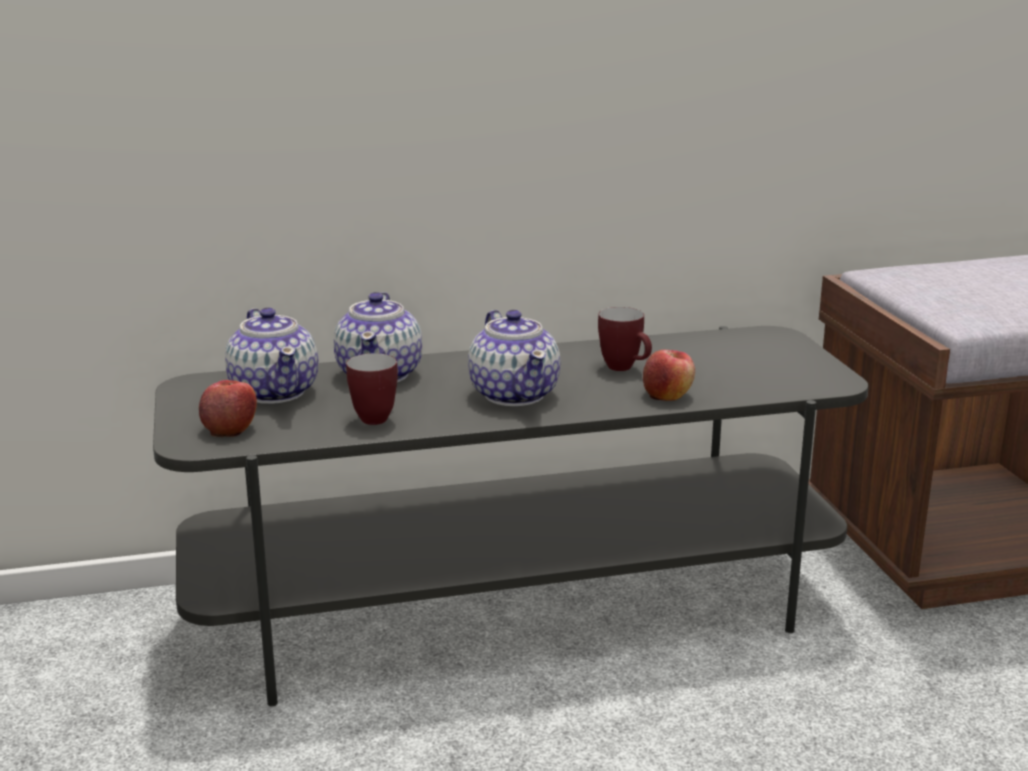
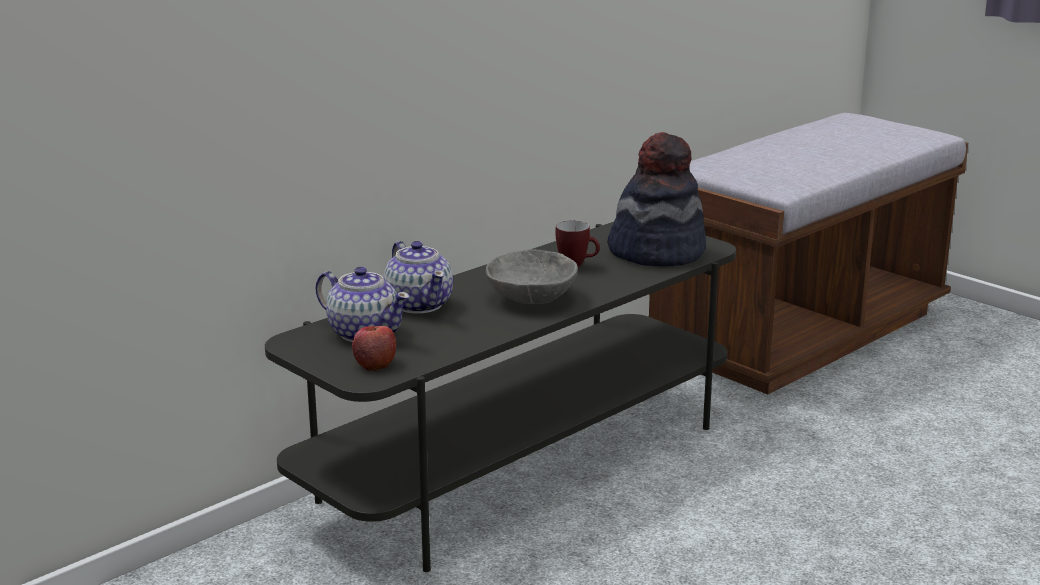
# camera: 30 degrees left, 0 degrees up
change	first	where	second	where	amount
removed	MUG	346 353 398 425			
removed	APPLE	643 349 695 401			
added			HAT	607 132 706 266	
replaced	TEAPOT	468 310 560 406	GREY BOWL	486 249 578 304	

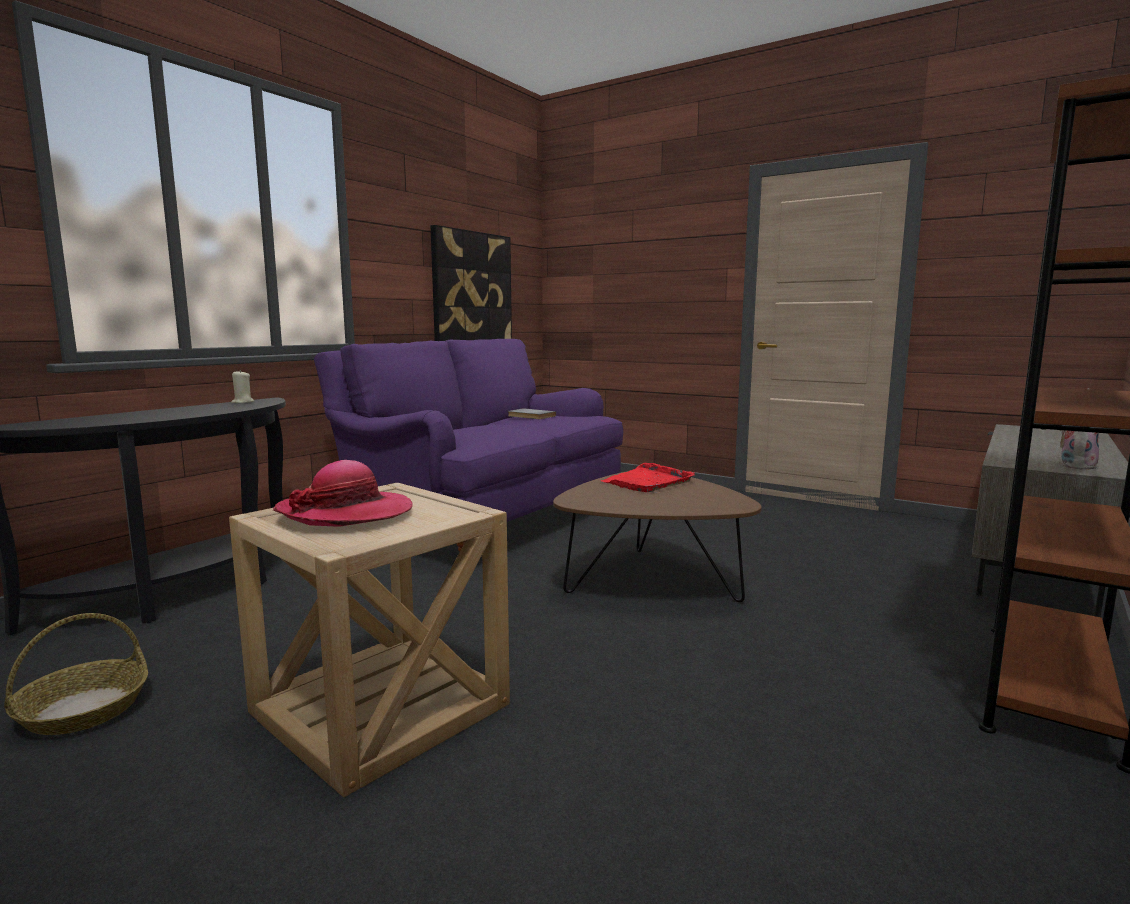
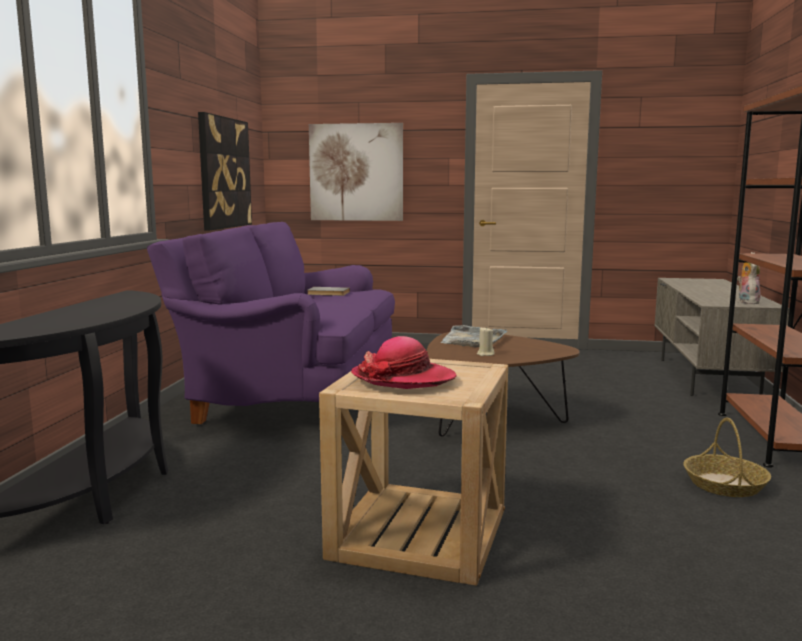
# camera: 25 degrees left, 0 degrees up
change	first	where	second	where	amount
added			PICTURE	309 123 403 221	
moved	BASKET	4 613 148 735		683 418 771 497	
moved	BEIGE CANDLE	231 370 254 403		477 327 495 356	
recoloured	RED TRAY	601 463 695 492	GREY TRAY	441 325 507 347	

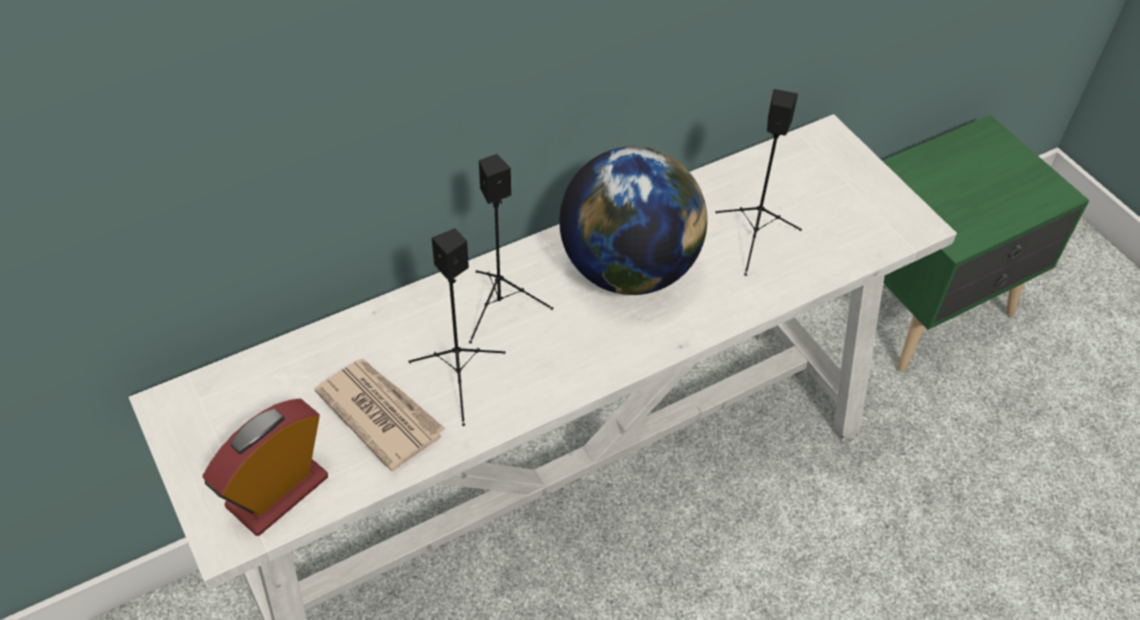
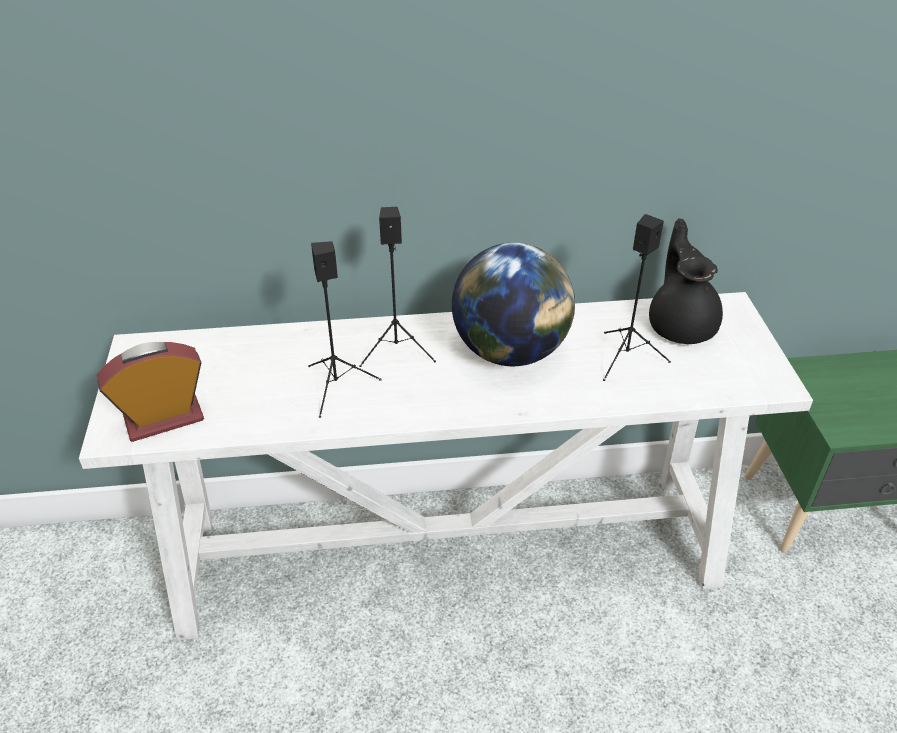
# camera: 25 degrees right, 10 degrees down
change	first	where	second	where	amount
removed	NEWSPAPER	315 359 446 472			
added			BLACK TEAPOT	649 219 723 344	

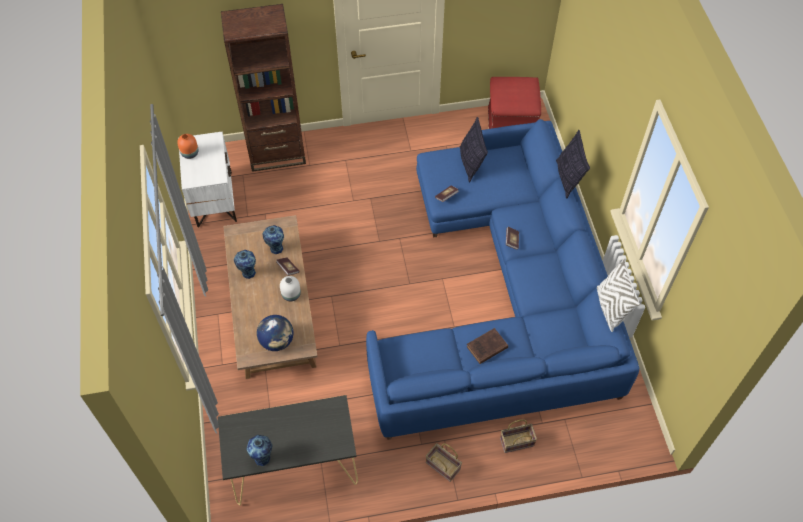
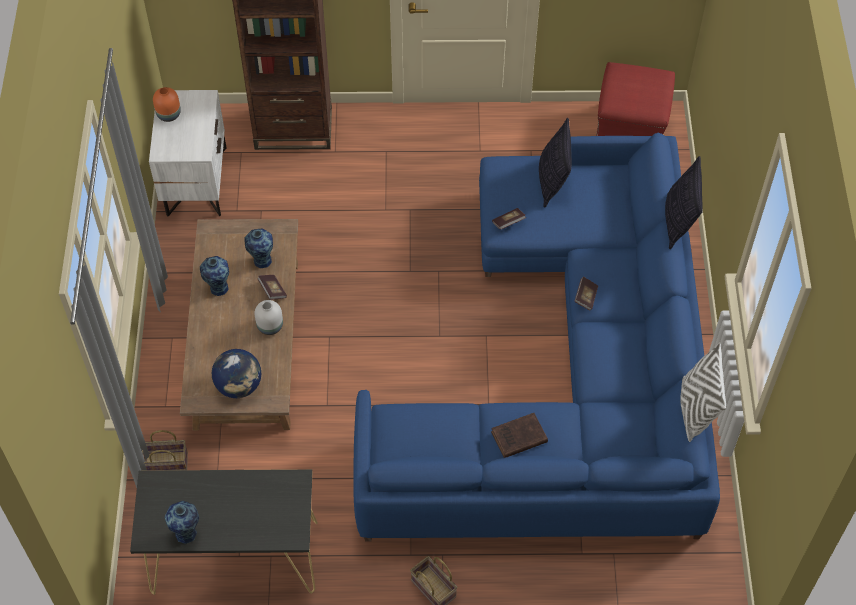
# camera: 10 degrees right, 0 degrees up
change	first	where	second	where	amount
moved	BASKET	500 419 537 453		142 430 188 470	

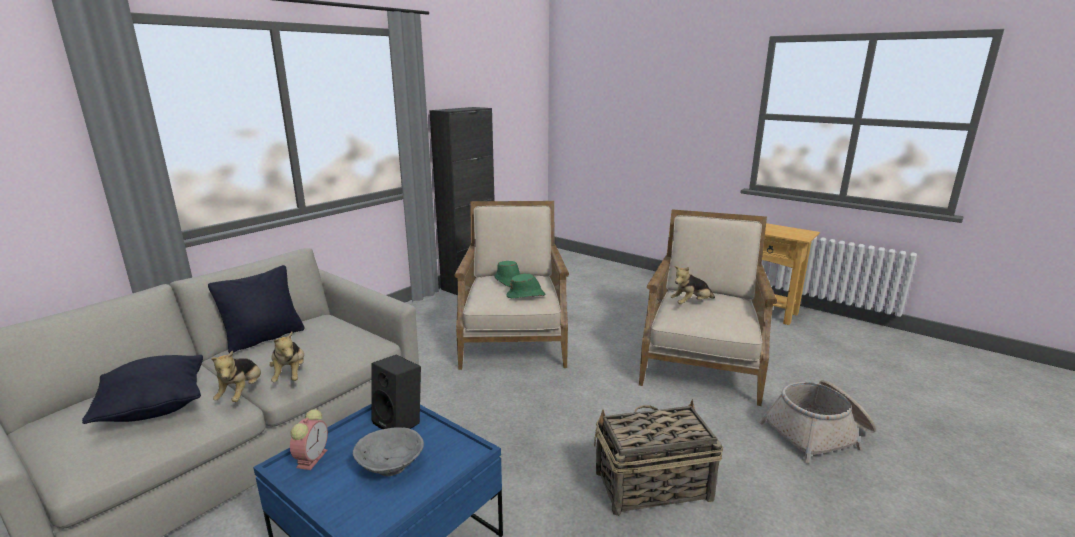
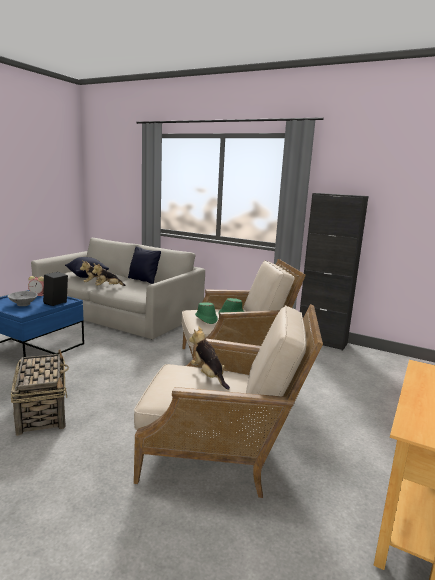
# camera: 80 degrees right, 5 degrees down
change	first	where	second	where	amount
removed	BASKET	759 380 876 463			

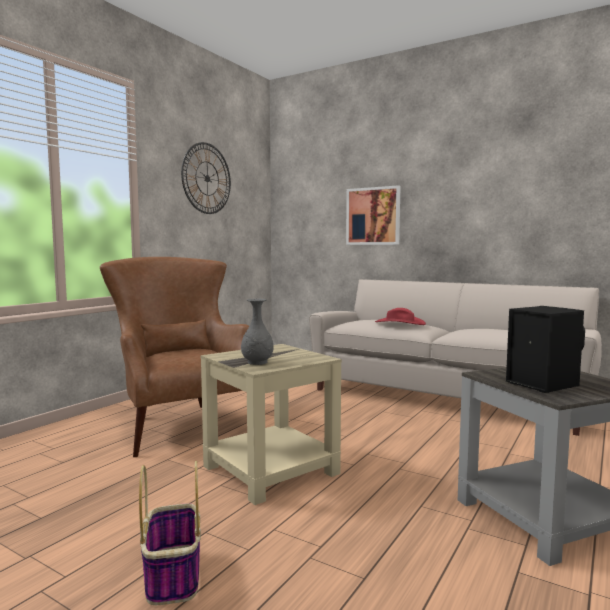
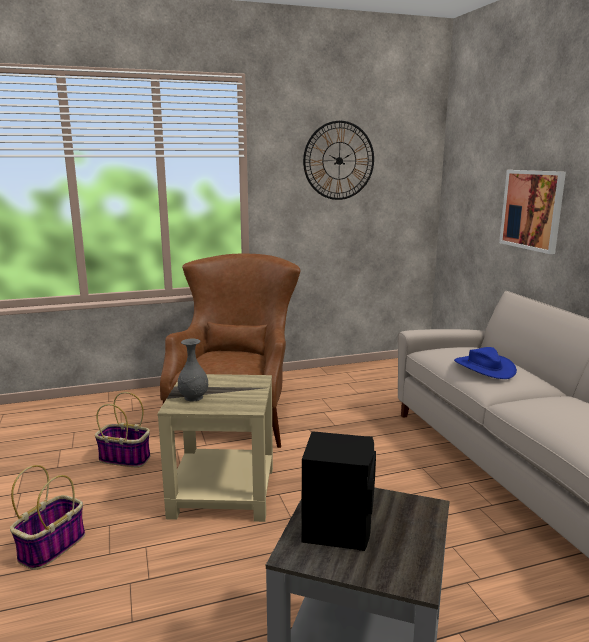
# camera: 40 degrees right, 10 degrees up
change	first	where	second	where	amount
added			BASKET	95 392 150 467	
recoloured	RED HAT	375 308 426 325	BLUE HAT	454 347 517 379	

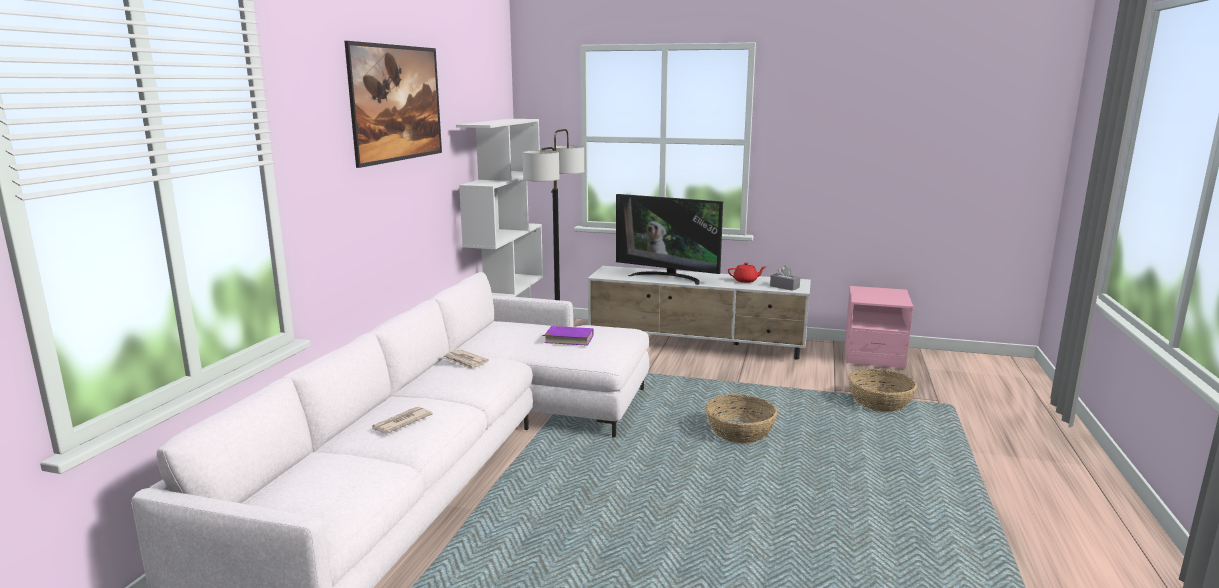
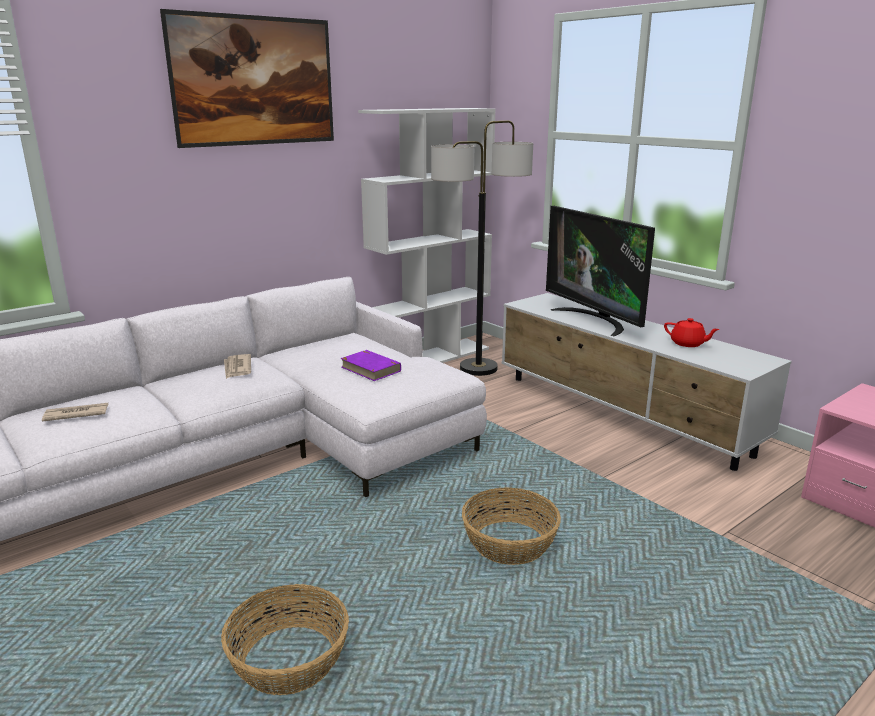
# camera: 35 degrees right, 5 degrees up
change	first	where	second	where	amount
removed	GREY TISSUE BOX	770 266 800 291			
moved	BASKET	848 369 917 412		221 584 349 695	

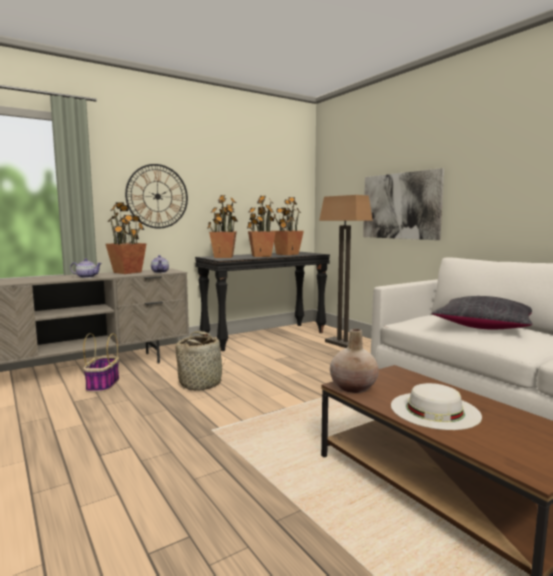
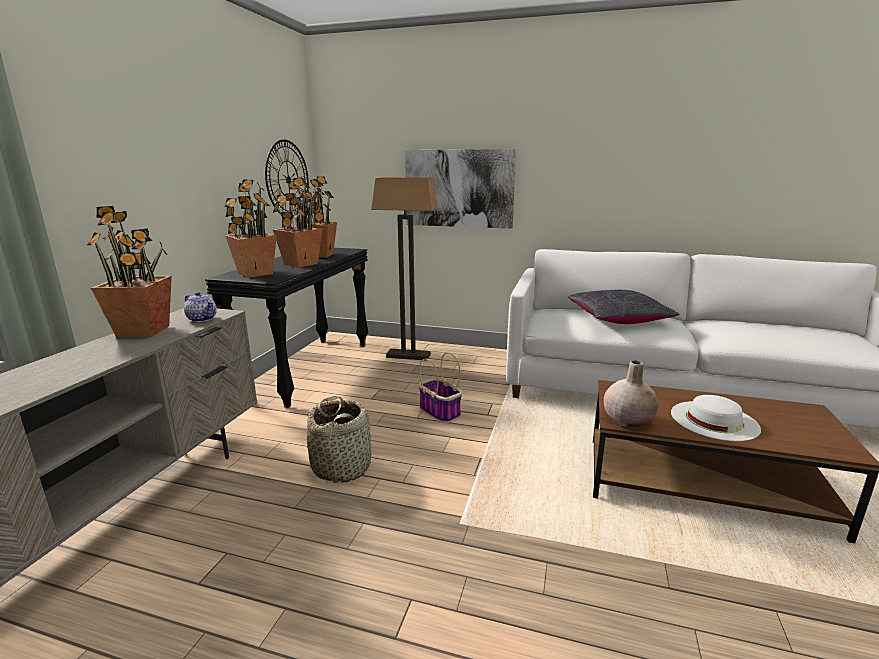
# camera: 40 degrees left, 10 degrees up
change	first	where	second	where	amount
removed	TEAPOT	70 259 102 278			
moved	BASKET	83 333 119 392		419 352 462 423	
moved	WALL CLOCK	125 164 188 229		265 140 309 216	

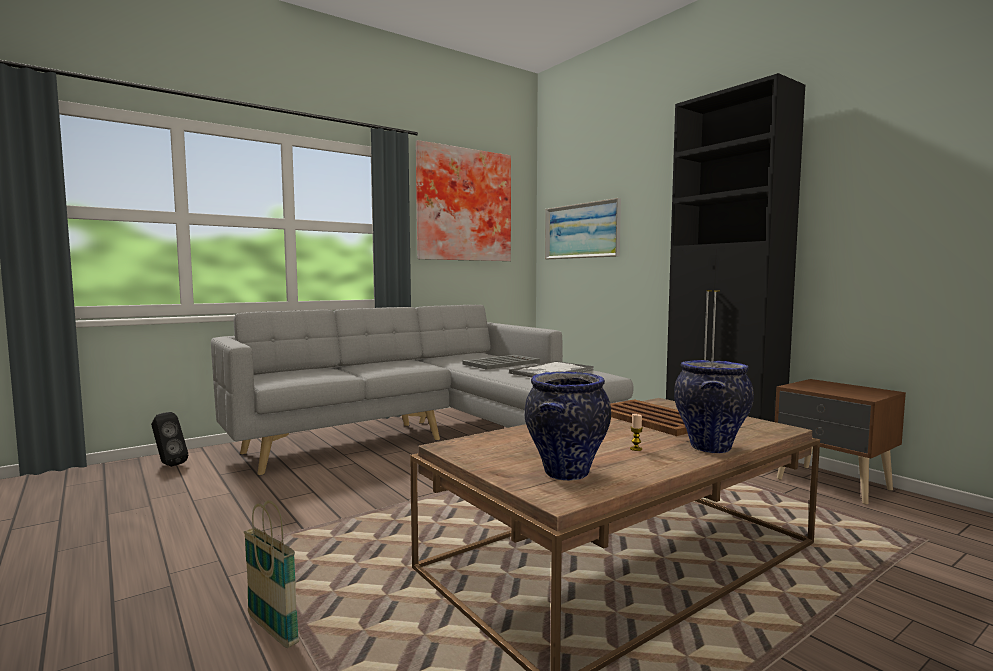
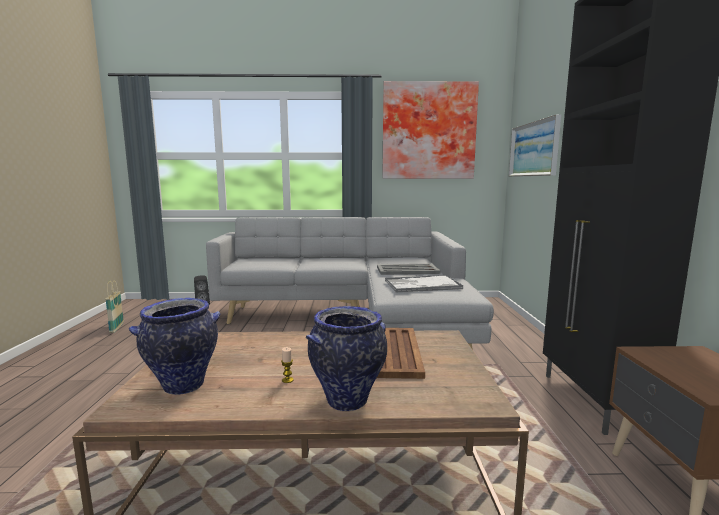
# camera: 35 degrees right, 5 degrees up
change	first	where	second	where	amount
moved	BASKET	244 500 299 648		105 280 124 333	

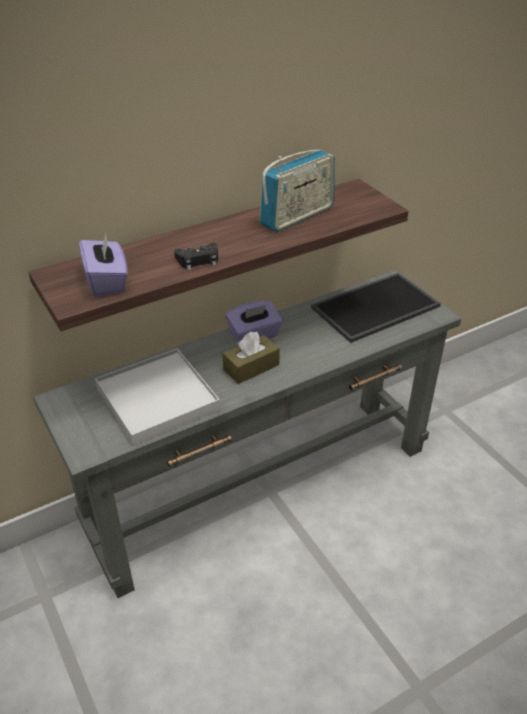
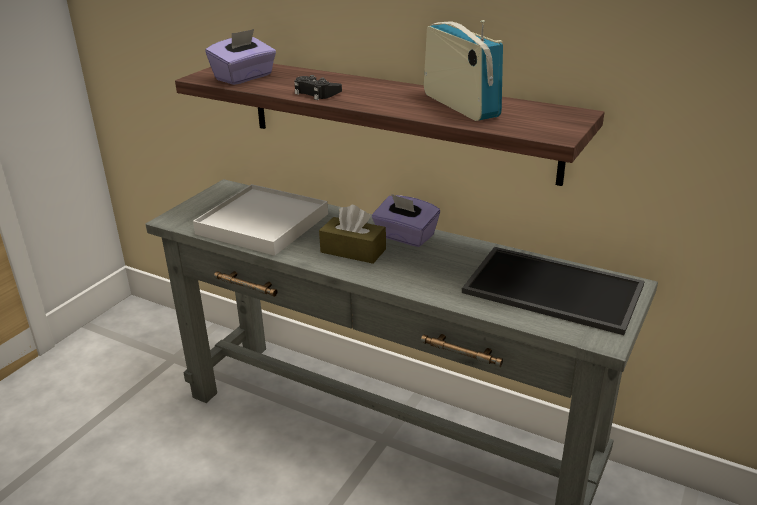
# camera: 60 degrees right, 10 degrees down
change	first	where	second	where	amount
turned	RADIO	259 150 335 232		424 20 503 121	135 degrees counterclockwise

